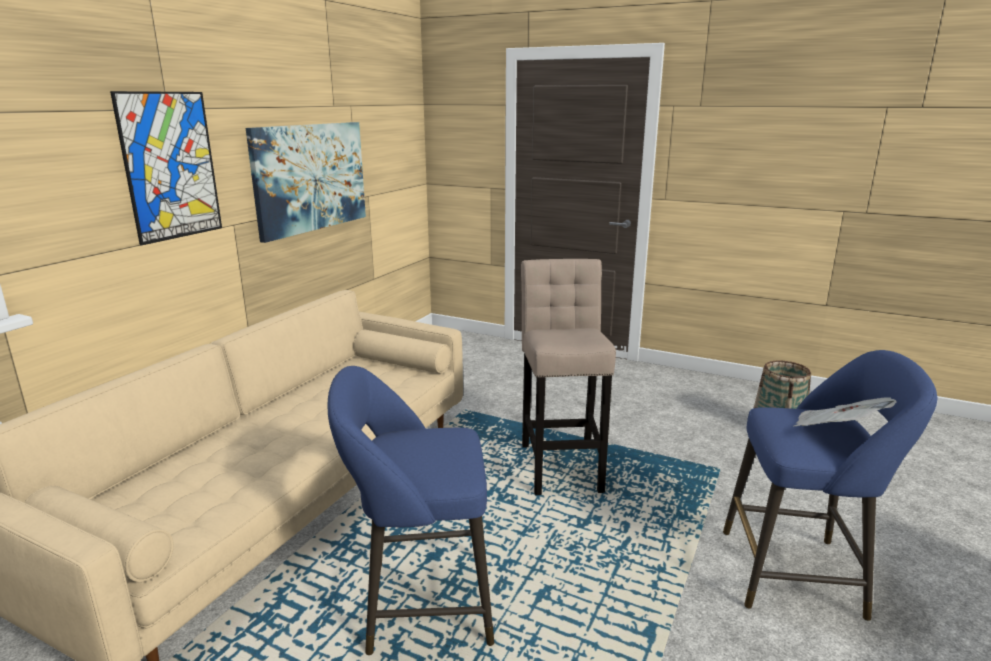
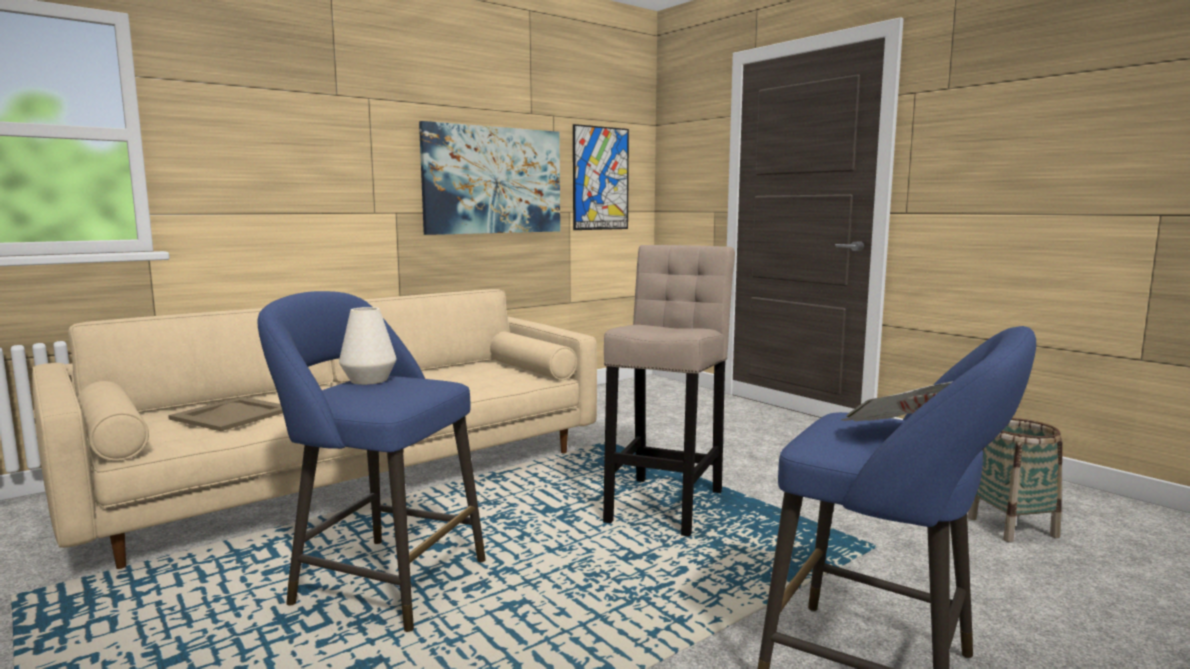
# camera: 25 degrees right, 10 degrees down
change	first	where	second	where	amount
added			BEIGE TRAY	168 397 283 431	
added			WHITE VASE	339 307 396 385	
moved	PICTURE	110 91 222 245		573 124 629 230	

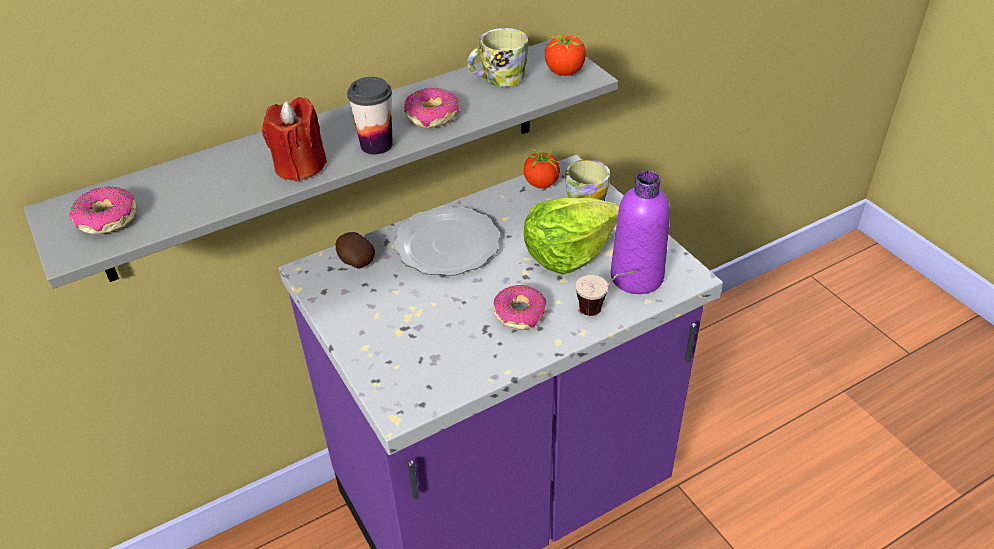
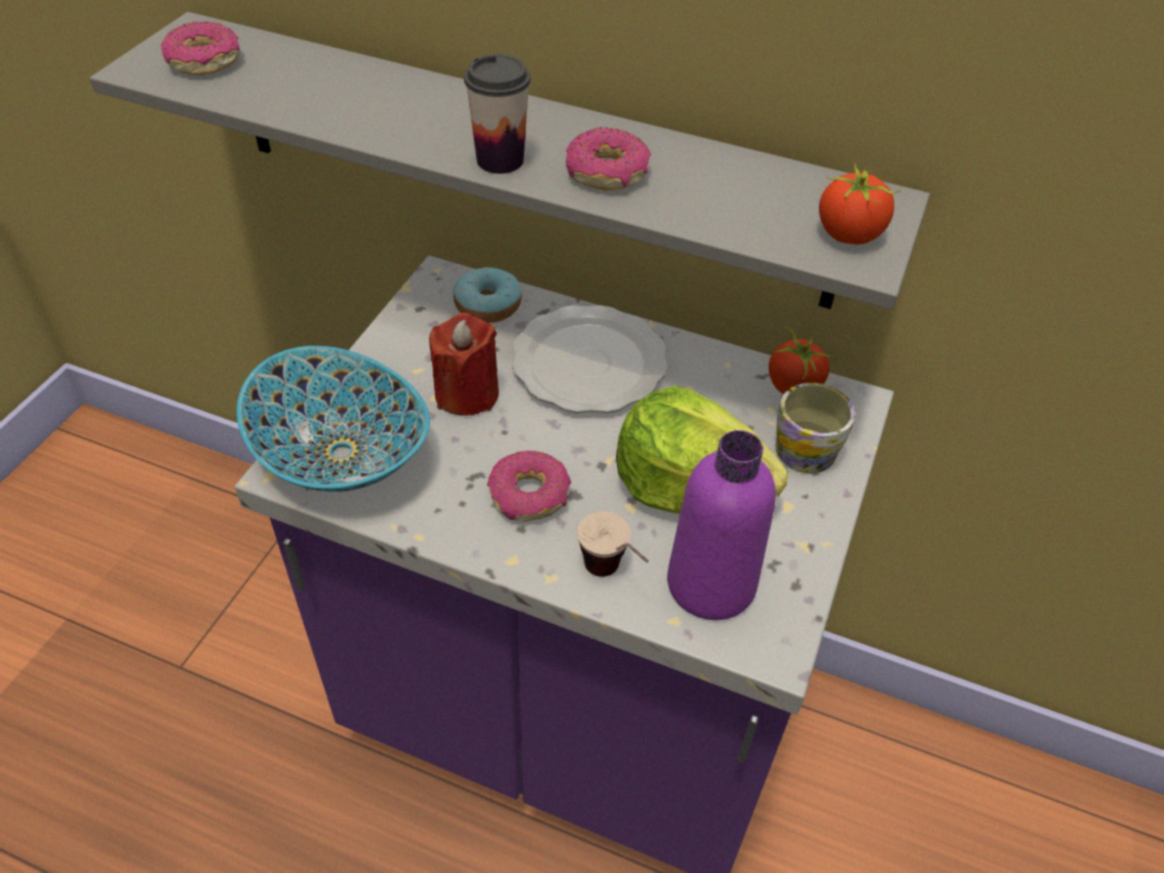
# camera: 50 degrees right, 5 degrees up
change	first	where	second	where	amount
removed	MUG	467 28 529 87			
added			BOWL	237 346 430 492	
moved	RED CANDLE	262 97 327 182		429 313 499 416	
replaced	POTATO	336 232 375 269	DONUT	453 267 522 323	

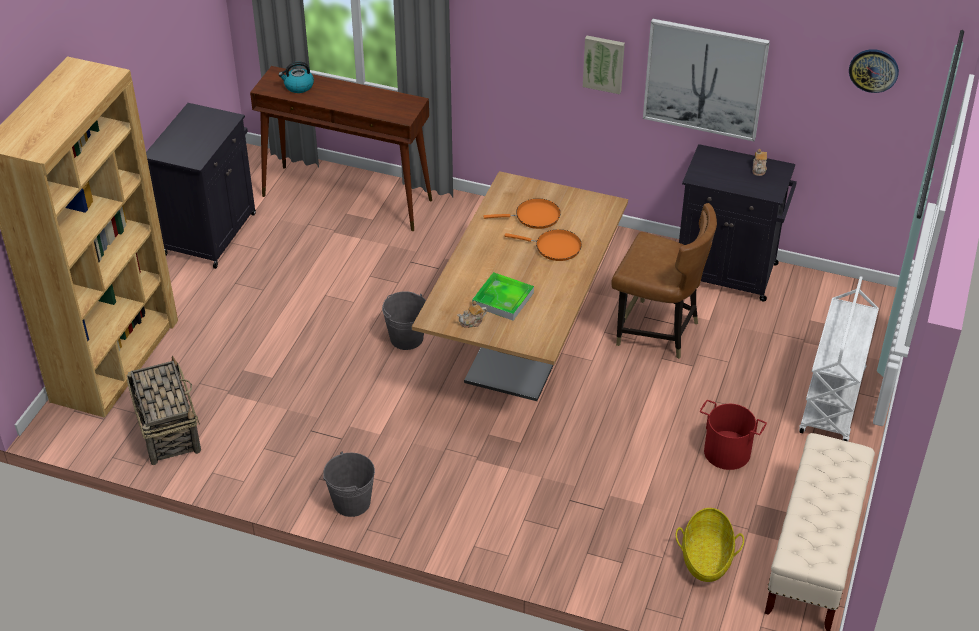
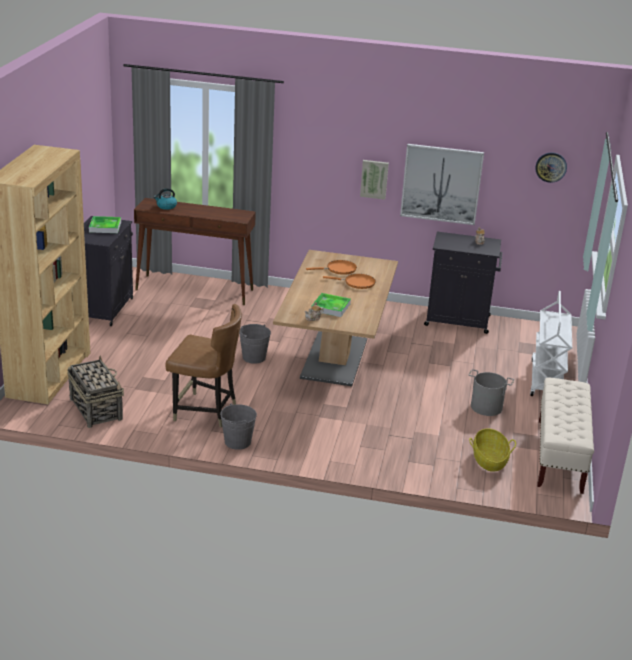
# camera: 10 degrees left, 15 degrees down
change	first	where	second	where	amount
added			TRAY	89 216 121 233	
moved	BROWN CHAIR	611 203 717 359		165 304 242 427	
recoloured	RED BUCKET	700 400 767 470	GREY BUCKET	469 369 514 416	

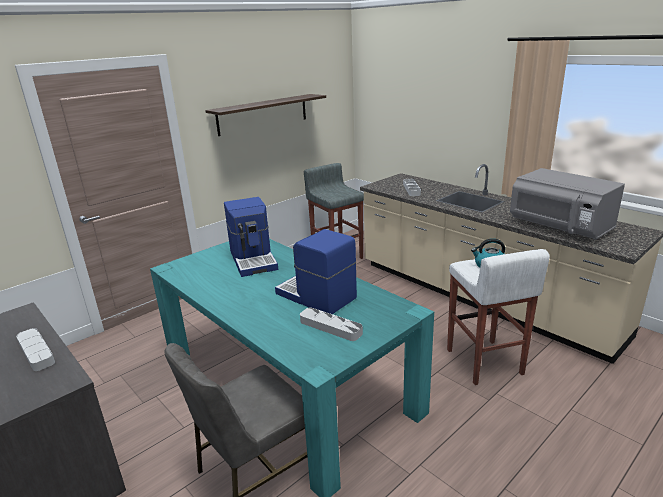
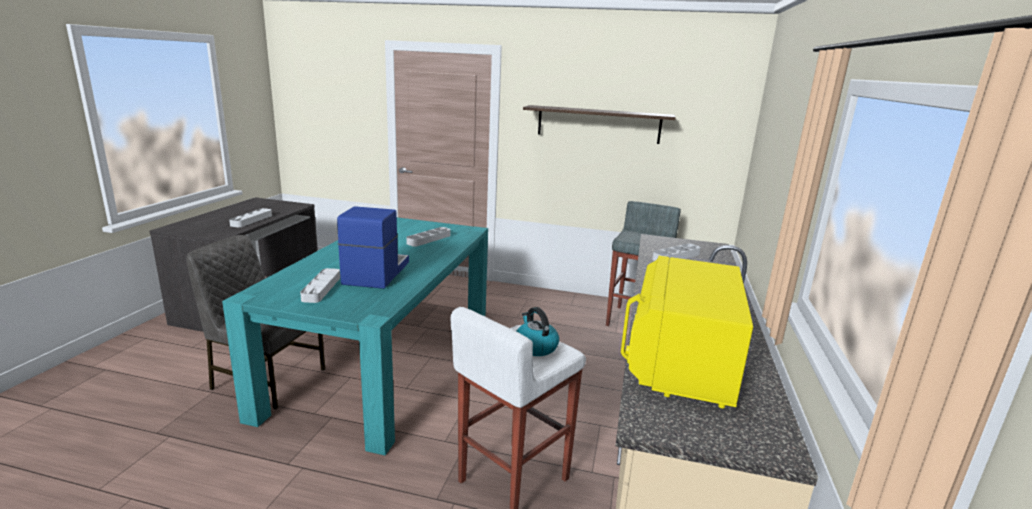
# camera: 55 degrees right, 5 degrees down
change	first	where	second	where	amount
replaced	COFFEE MACHINE	224 197 278 277	GREY TRAY	406 227 450 247	
recoloured	GREY MICROWAVE	510 168 625 240	YELLOW MICROWAVE	621 256 753 408	

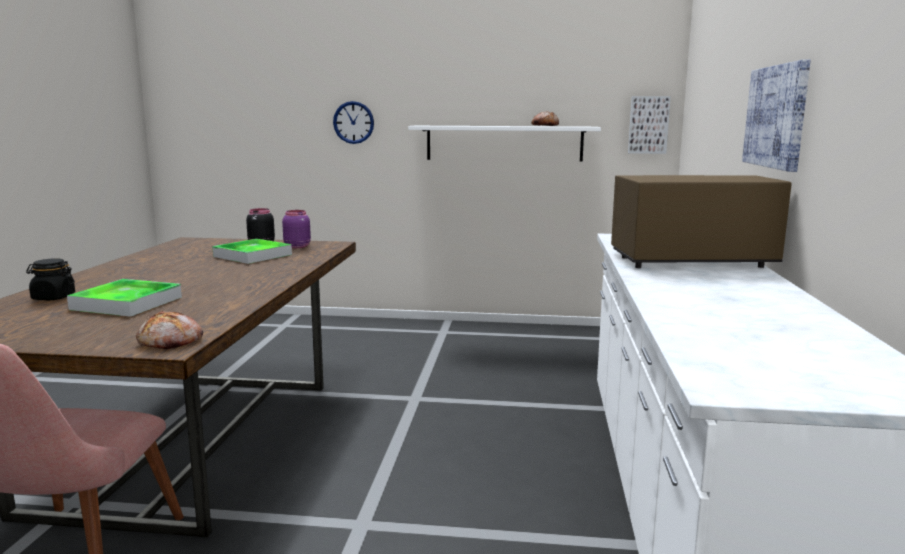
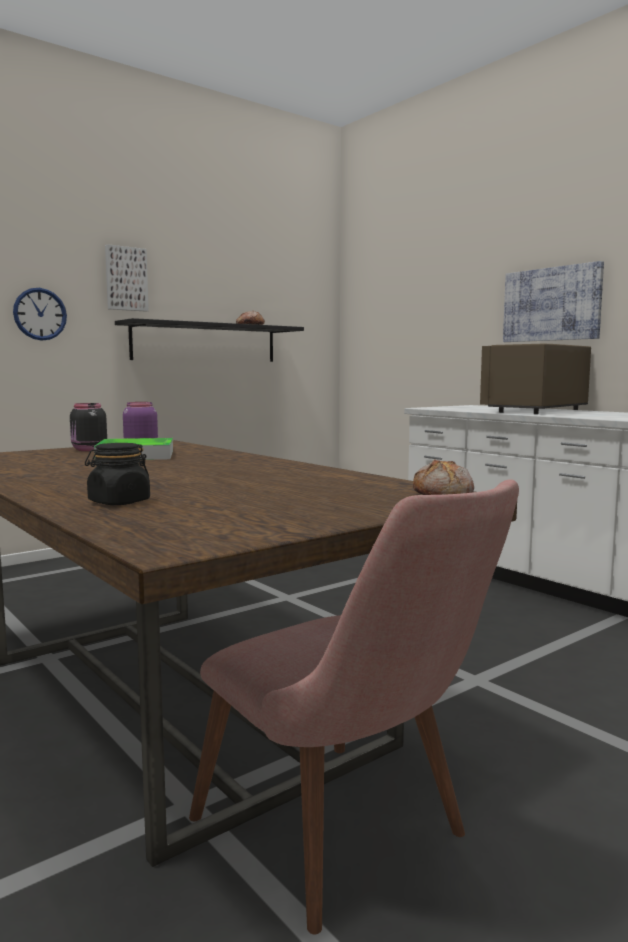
# camera: 45 degrees left, 5 degrees down
change	first	where	second	where	amount
removed	TRAY	67 279 182 317			
moved	PICTURE	628 96 671 154		105 244 149 312	
recoloured	WHITE SHELF	408 126 601 162	BLACK SHELF	115 318 304 362	

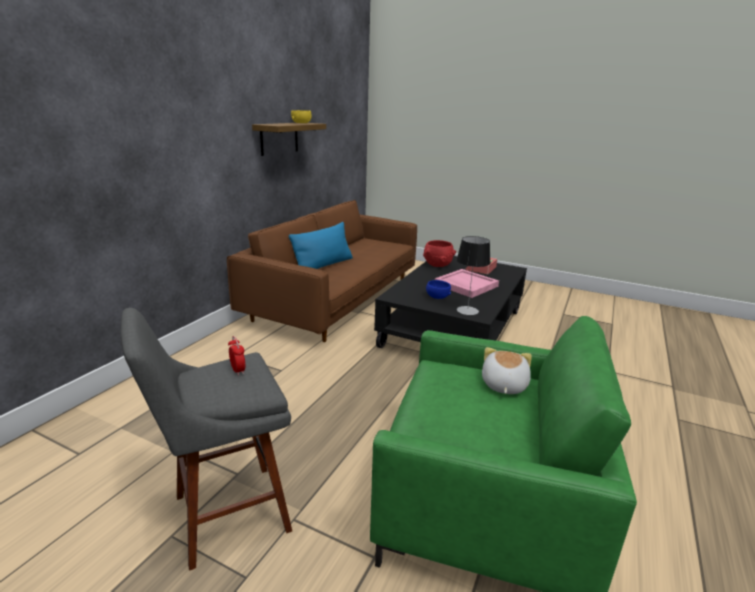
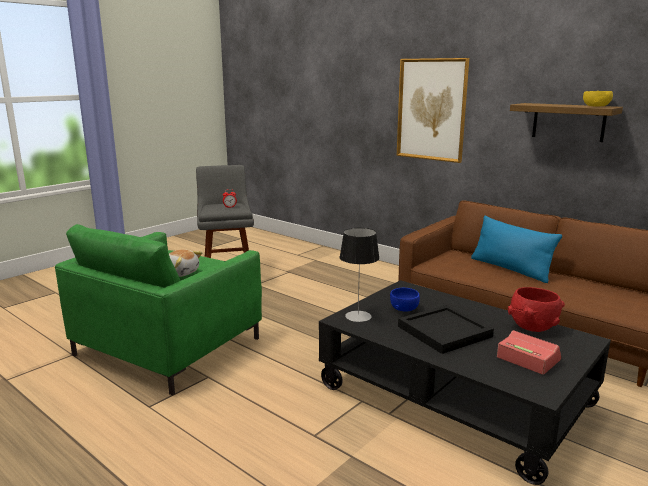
# camera: 105 degrees right, 5 degrees down
change	first	where	second	where	amount
added			PICTURE	397 58 469 163	
recoloured	PINK TRAY	435 269 499 298	BLACK TRAY	398 305 494 354	

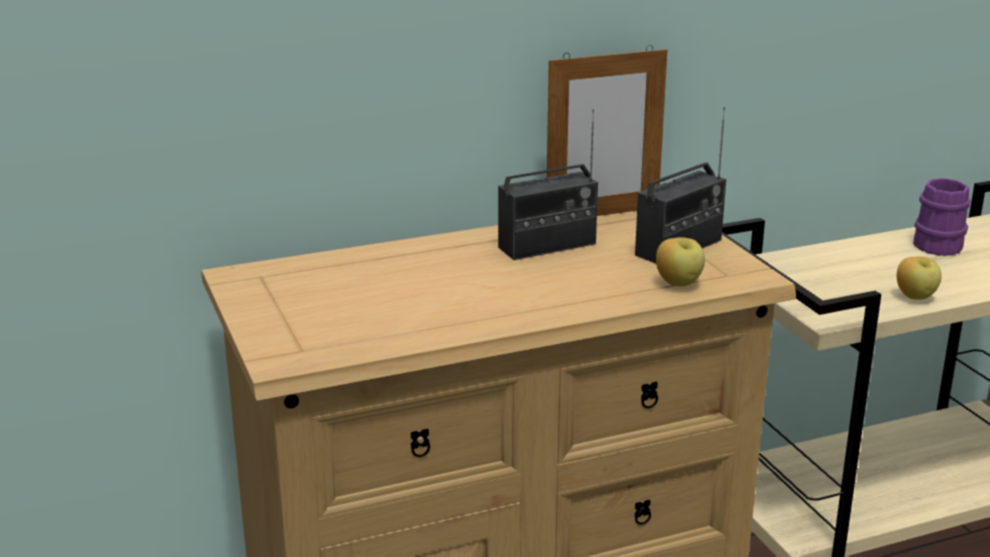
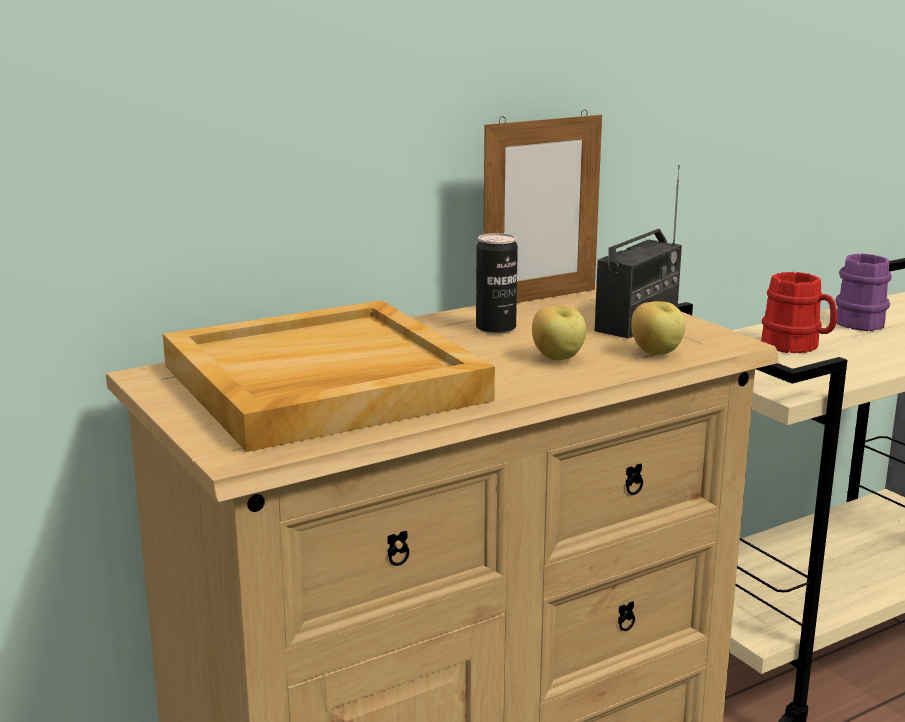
# camera: 10 degrees left, 5 degrees down
change	first	where	second	where	amount
added			BEIGE TRAY	163 300 495 452	
added			RED MUG	761 272 837 353	
moved	APPLE	897 256 942 300		532 306 586 360	
replaced	RADIO	498 109 598 260	CAN	476 233 518 334	

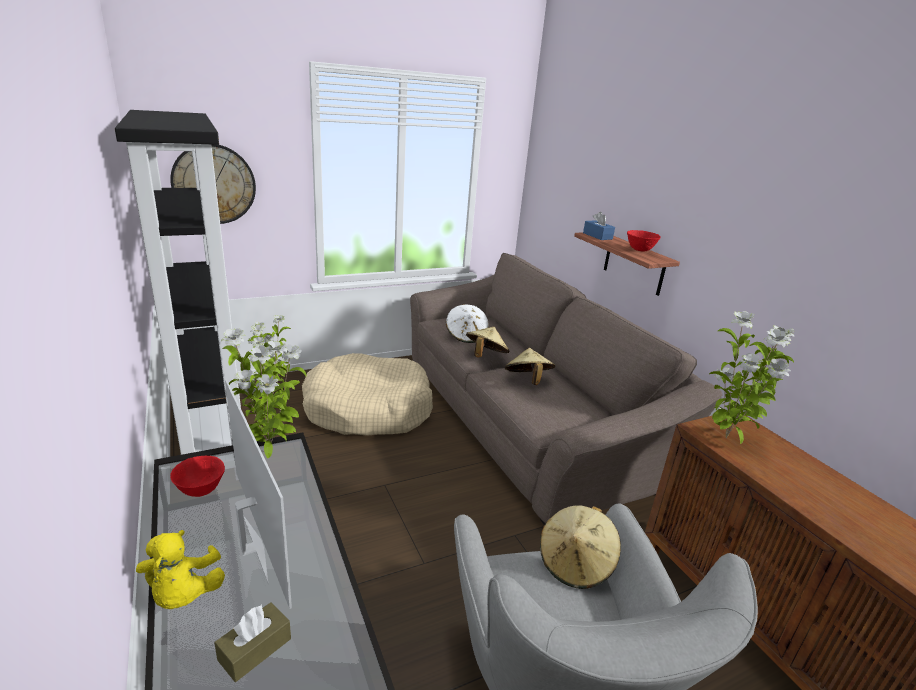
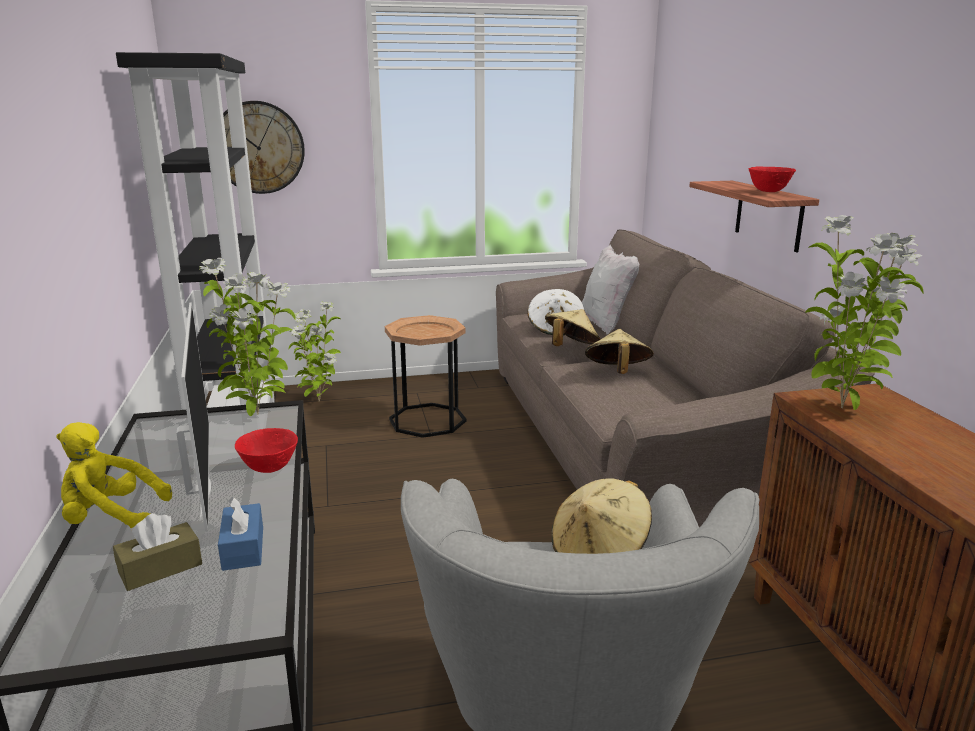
# camera: 15 degrees right, 5 degrees down
change	first	where	second	where	amount
added			WHITE PILLOW	582 245 639 334	
moved	RED BOWL	170 456 225 497		235 428 298 473	
moved	BLUE TISSUE BOX	583 212 615 240		218 497 263 571	
replaced	BEIGE DOG BED	302 353 433 436	BROWN SIDE TABLE	385 315 466 438	
turned	YELLOW PLUSH TOY	136 530 225 609		56 422 172 528	90 degrees clockwise

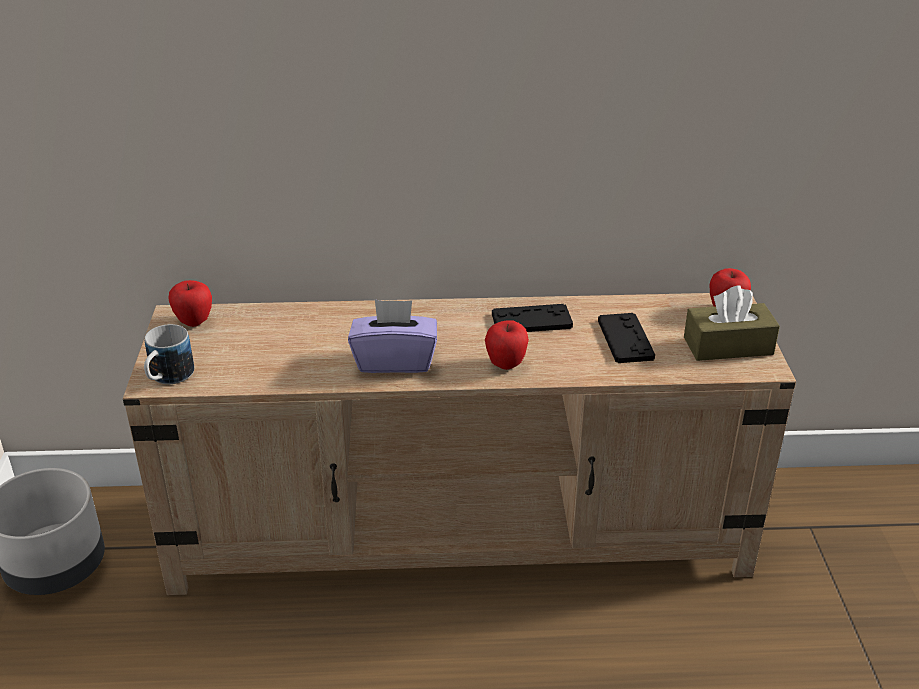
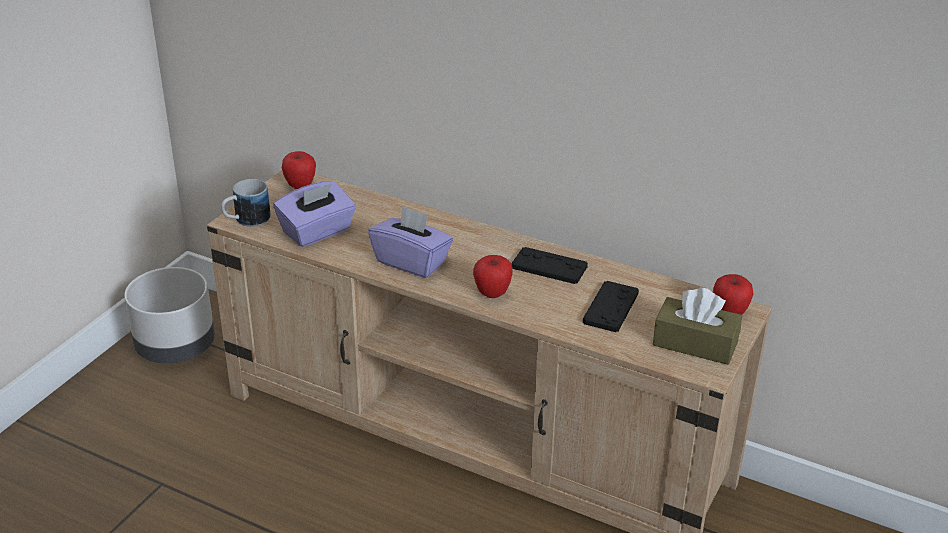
# camera: 30 degrees right, 0 degrees up
change	first	where	second	where	amount
added			PURPLE TISSUE BOX	274 181 356 247	

